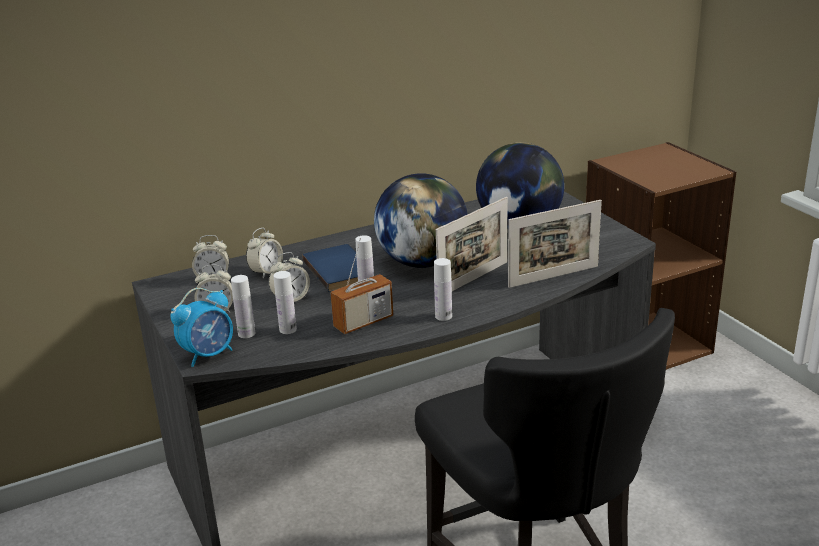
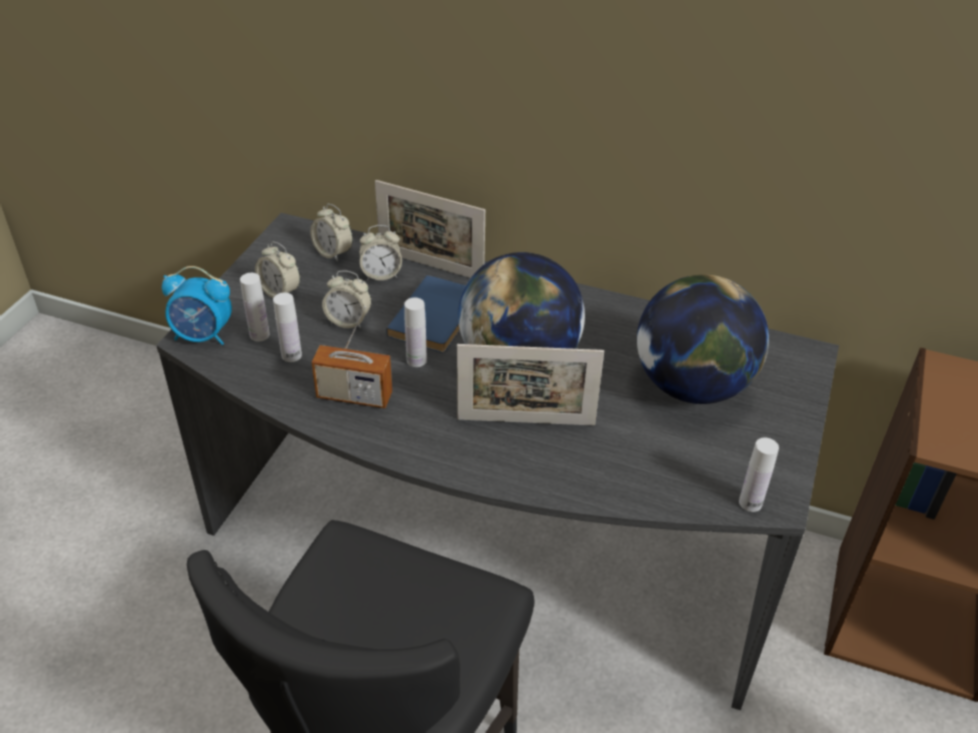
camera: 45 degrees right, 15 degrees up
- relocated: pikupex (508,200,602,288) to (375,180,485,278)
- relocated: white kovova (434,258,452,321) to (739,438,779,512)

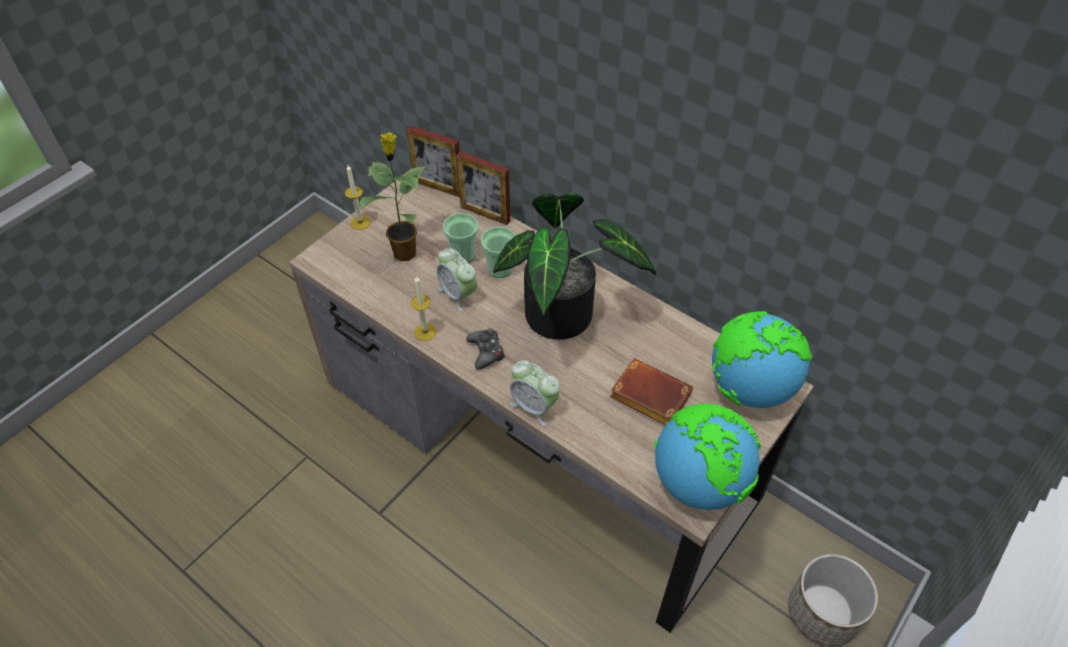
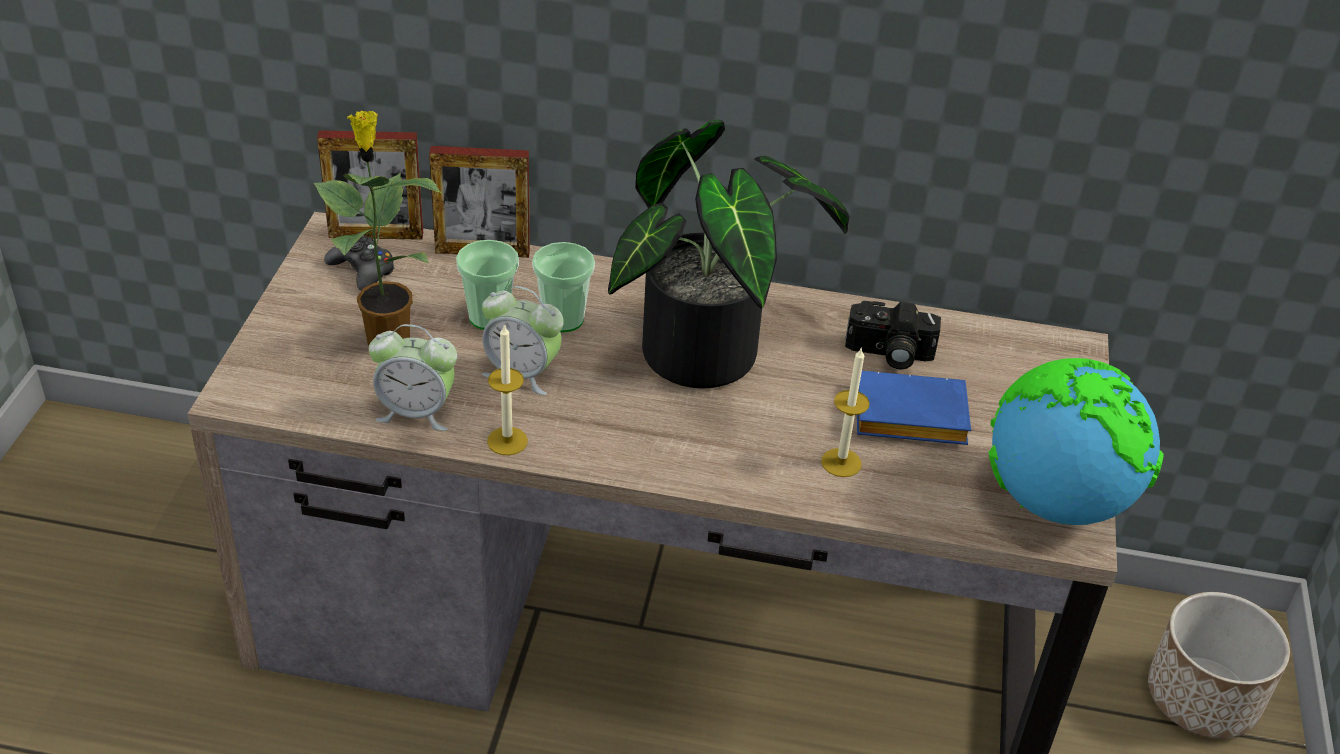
camera: 30 degrees left, 10 degrees down
- relocated: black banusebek (466,328,505,370) to (324,232,395,291)
- relocated: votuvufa (510,360,560,426) to (369,324,457,431)
- relocated: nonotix (345,165,371,230) to (821,347,870,477)
- appeared: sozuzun (845,301,941,369)
- colour: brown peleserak (610,358,693,425) to blue peleserak (857,371,971,445)
- missing: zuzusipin (712,311,812,408)

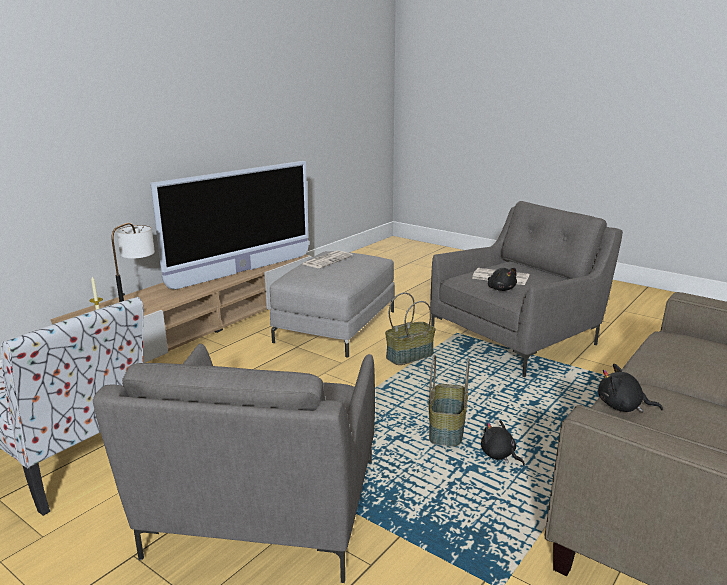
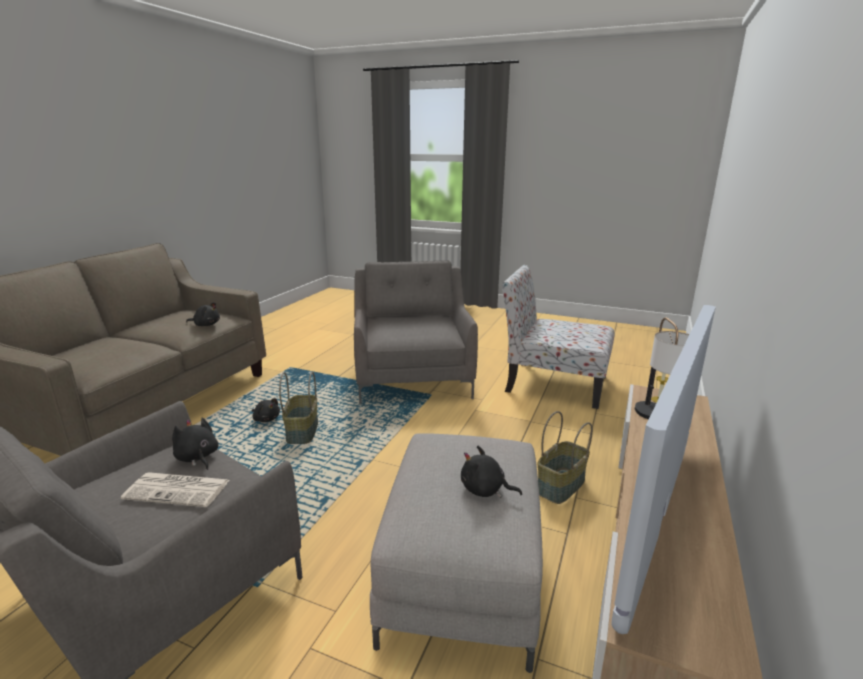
camera: 165 degrees right, 0 degrees up
- exchanged: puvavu (303,250,353,268) to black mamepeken (461,446,522,498)
- relocated: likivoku (385,293,436,365) to (538,411,593,504)

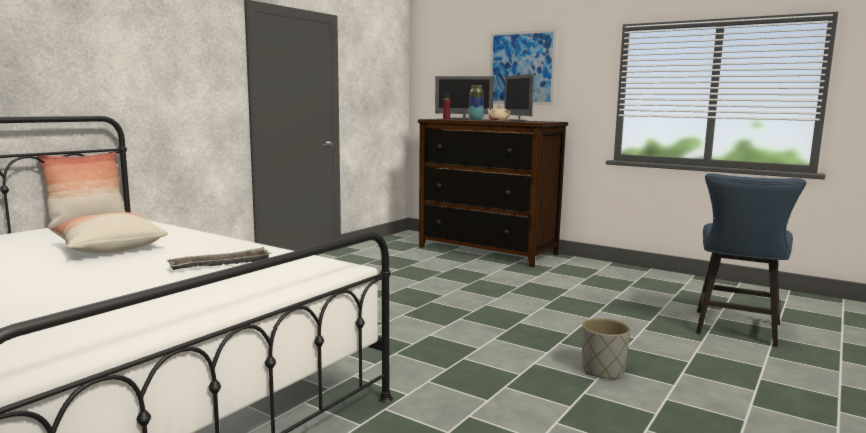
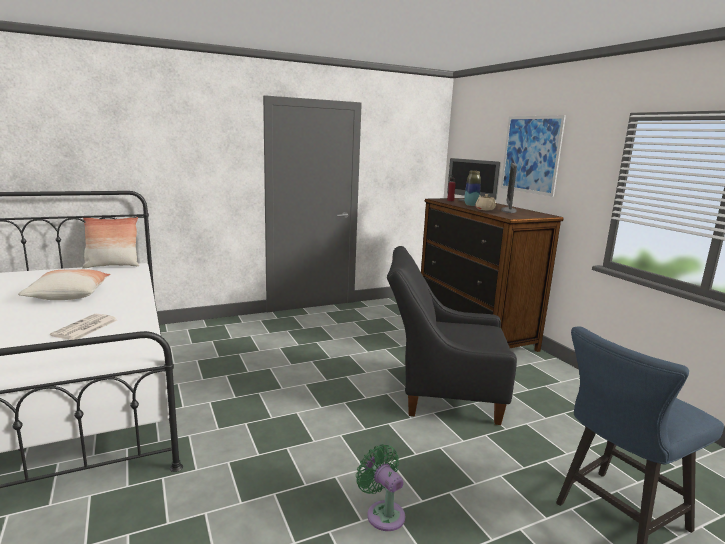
camera: 30 degrees right, 5 degrees up
- exchanged: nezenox (166,247,272,270) to puvavu (50,314,117,340)
- exchanged: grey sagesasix (582,318,631,380) to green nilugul (356,444,405,531)
- appeared: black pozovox (387,246,517,425)

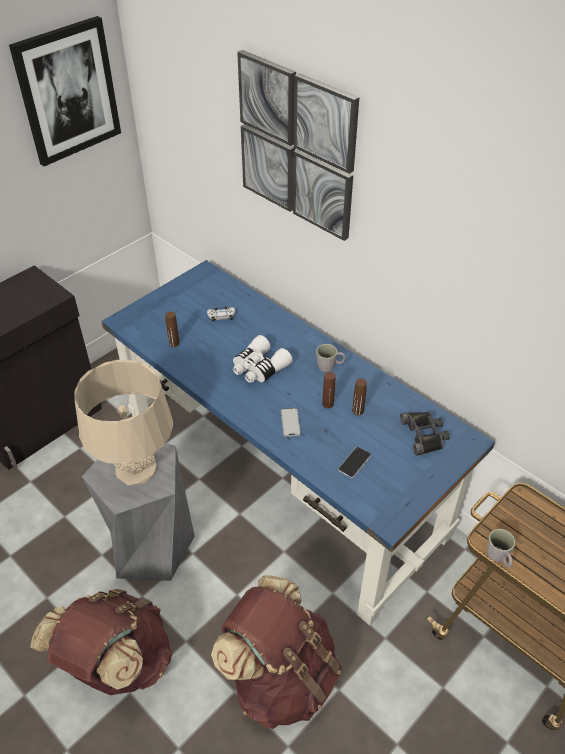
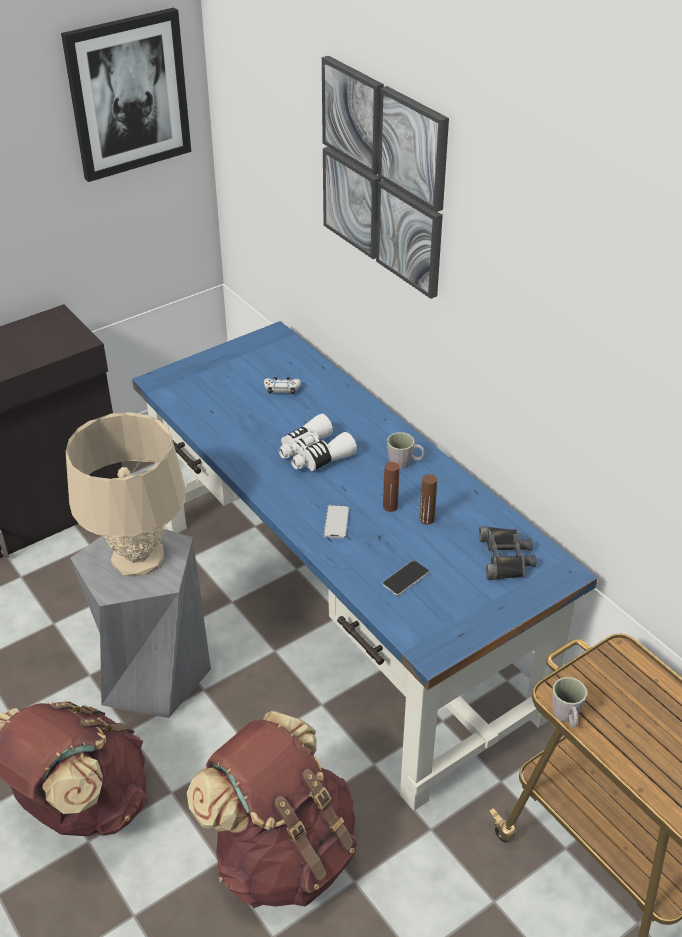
camera: 10 degrees right, 5 degrees down
- missing: brown kovova (165,312,180,347)

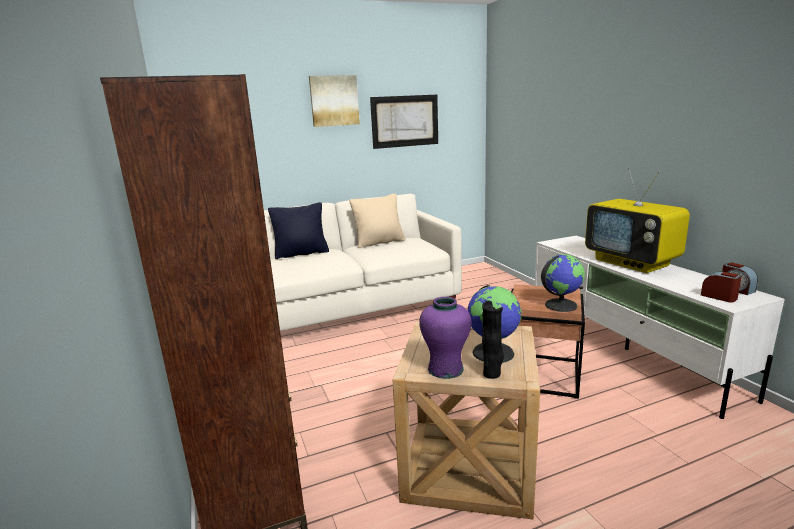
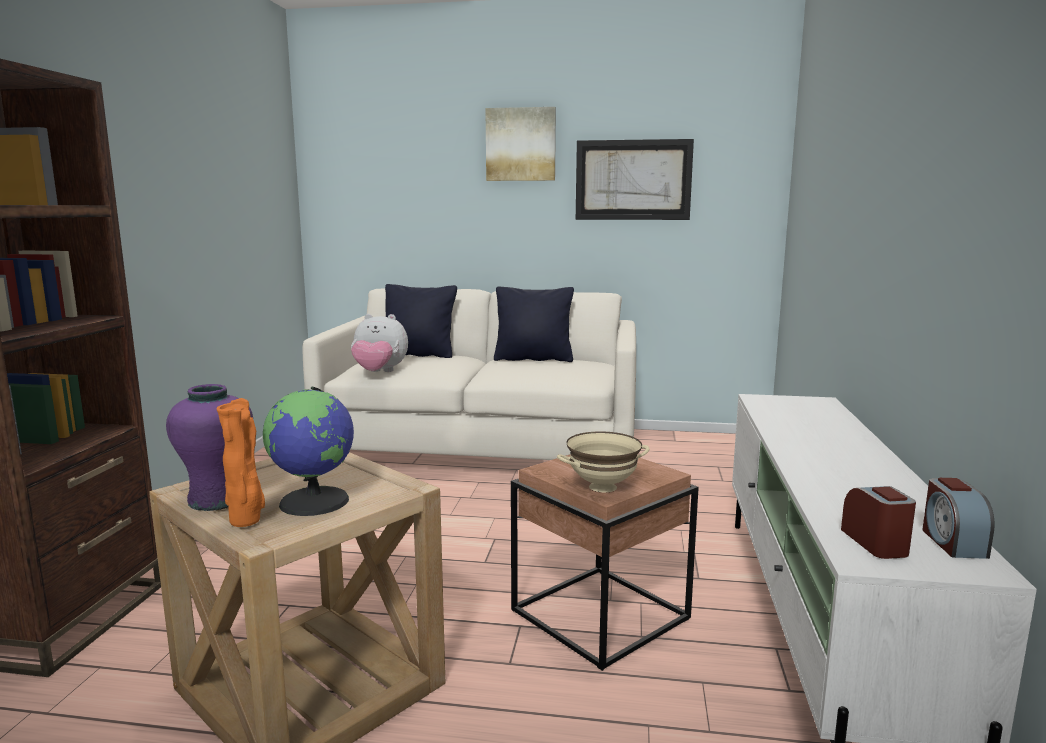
camera: 30 degrees right, 5 degrees down
- colour: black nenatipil (482,301,504,379) to orange nenatipil (217,398,265,527)
- appeared: mamepeken (351,314,408,372)
- colour: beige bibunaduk (350,193,405,248) to black bibunaduk (494,286,574,362)
- exchanged: zuzusipin (541,254,585,312) to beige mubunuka (557,431,649,493)
- missing: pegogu (585,168,690,273)

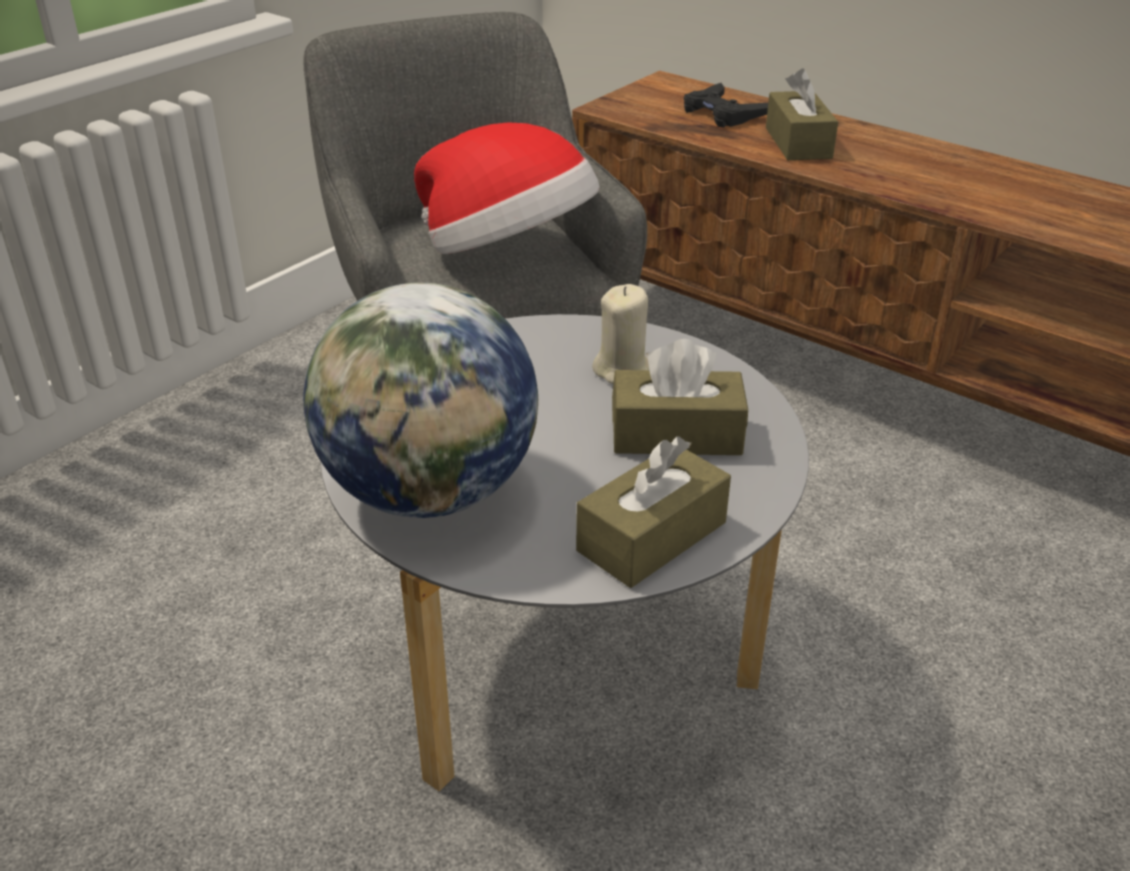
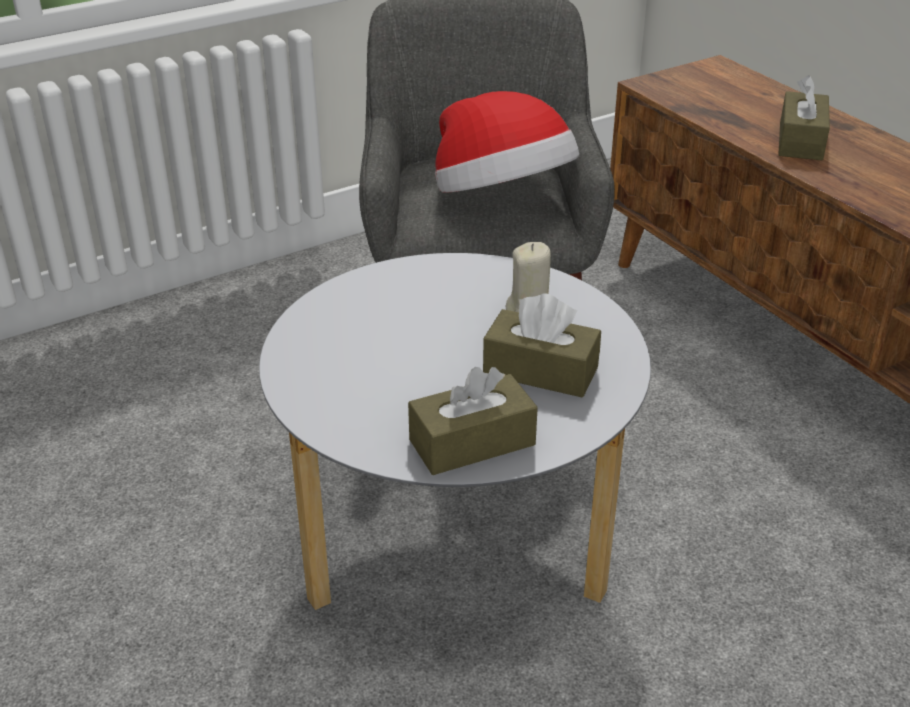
camera: 20 degrees right, 0 degrees up
- missing: zuzusipin (303,283,538,518)
- missing: black banusebek (684,83,768,128)

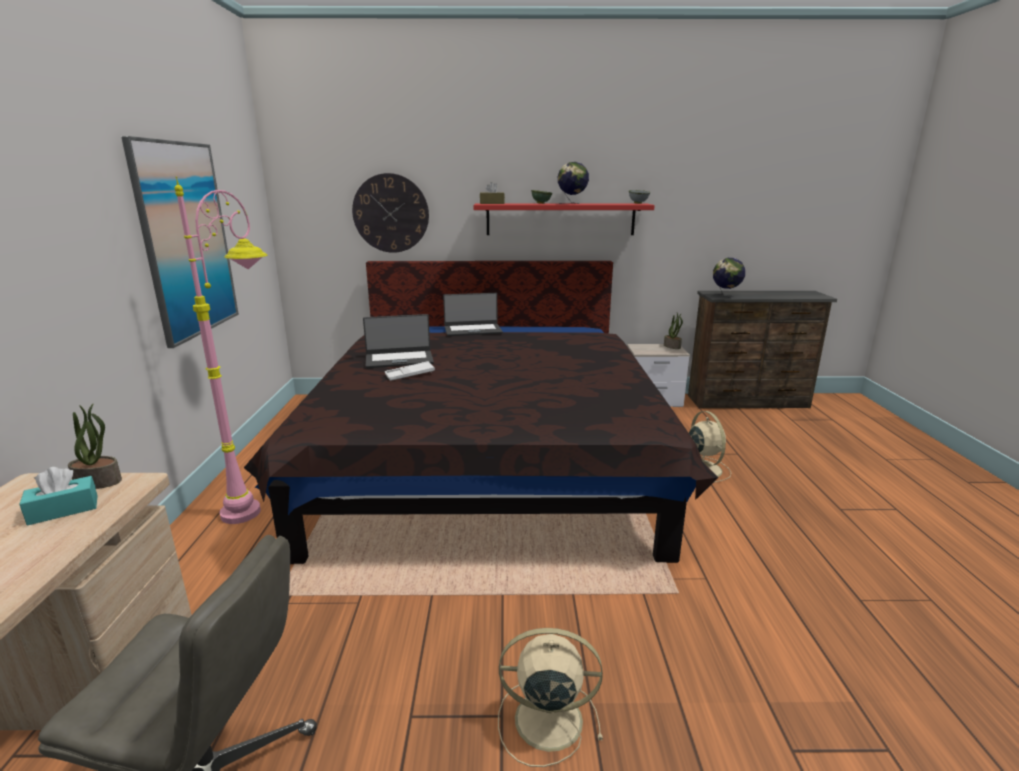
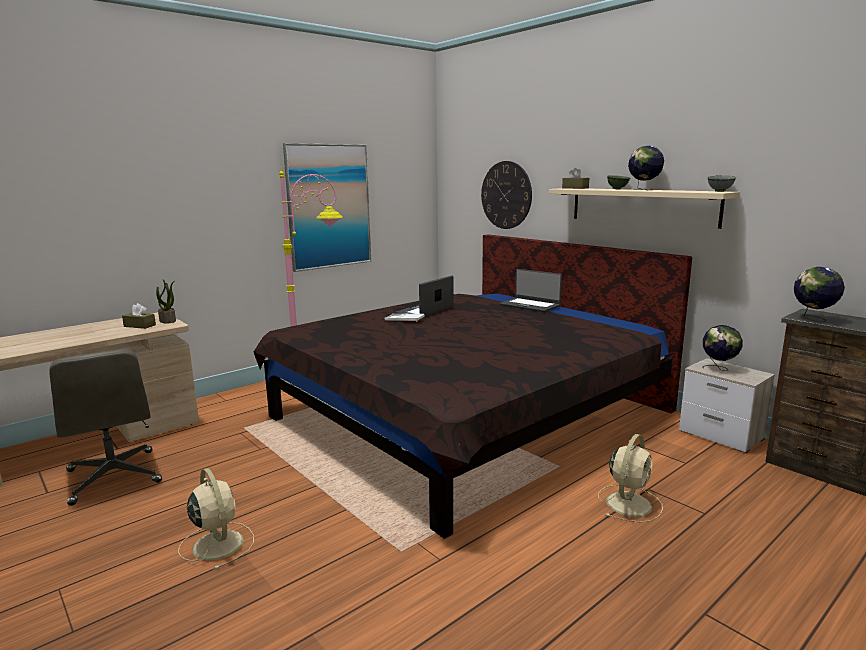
camera: 50 degrees right, 5 degrees down
- colour: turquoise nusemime (19,467,98,525) to brown nusemime (122,303,156,329)
- spun: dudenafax (363,314,434,368) = (395,275,454,316) 90 degrees clockwise
- colour: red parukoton (473,204,655,235) to beige parukoton (549,188,740,229)
- appeared: zuzusipin (703,325,743,371)
- missing: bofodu (664,313,683,349)

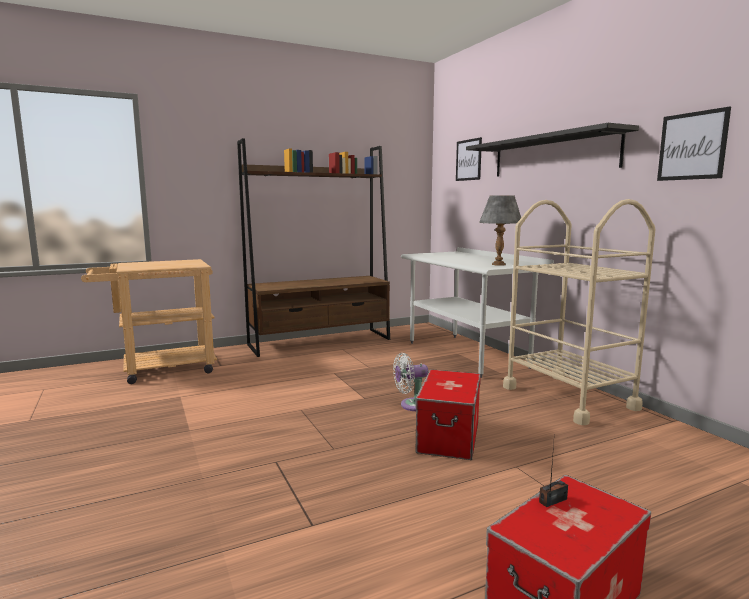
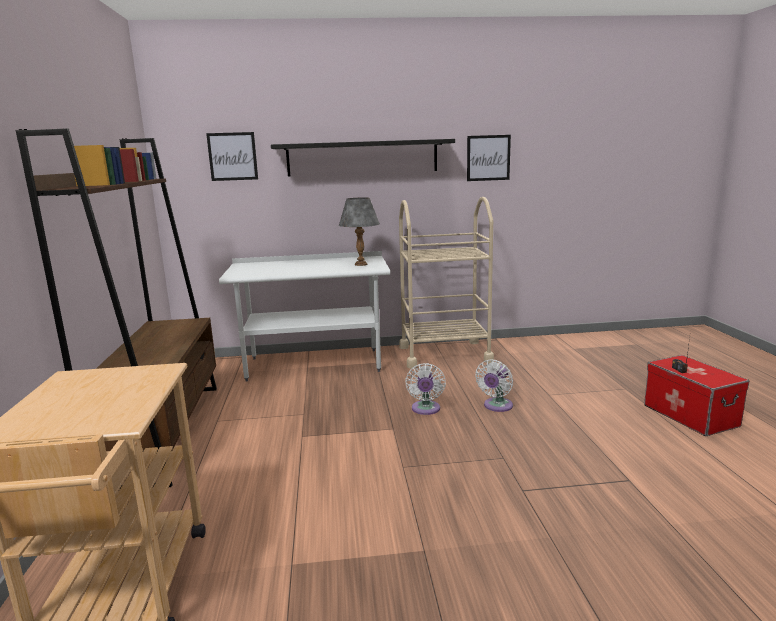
camera: 70 degrees left, 5 degrees up
- exchanged: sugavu (415,369,481,460) to white nilugul (475,360,513,412)

